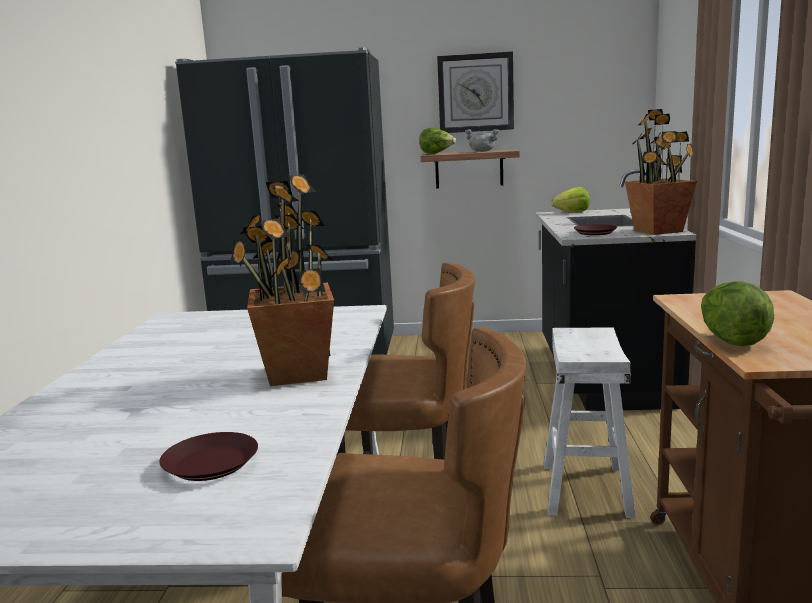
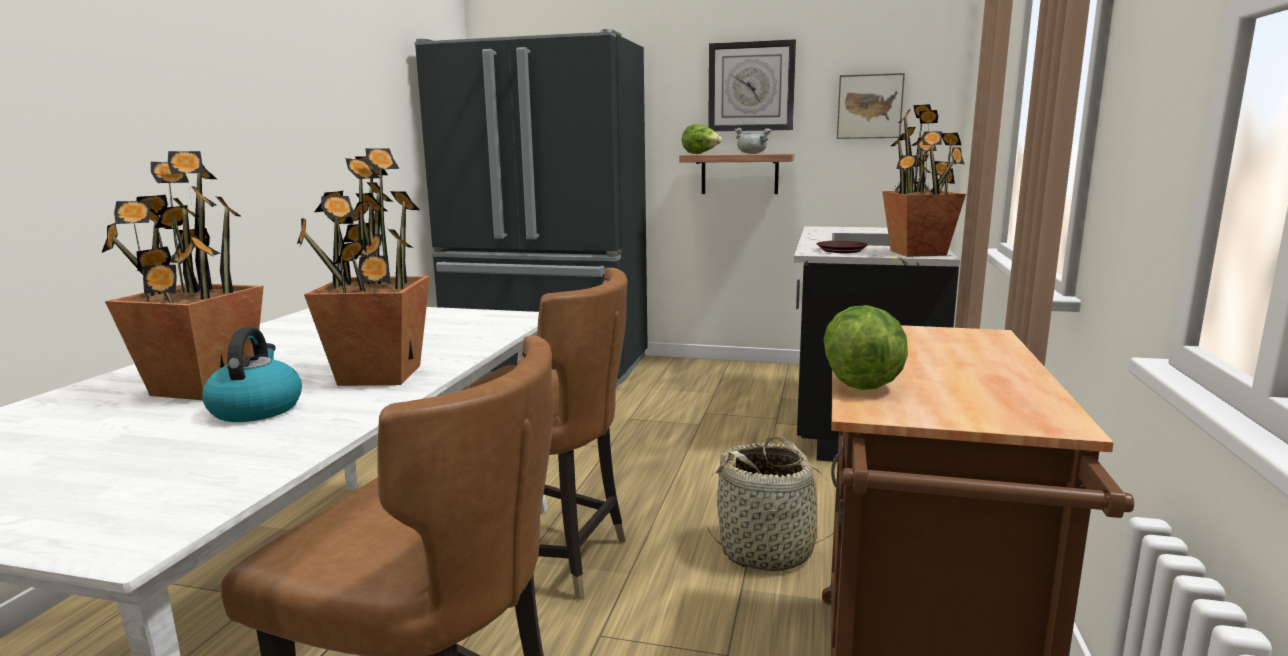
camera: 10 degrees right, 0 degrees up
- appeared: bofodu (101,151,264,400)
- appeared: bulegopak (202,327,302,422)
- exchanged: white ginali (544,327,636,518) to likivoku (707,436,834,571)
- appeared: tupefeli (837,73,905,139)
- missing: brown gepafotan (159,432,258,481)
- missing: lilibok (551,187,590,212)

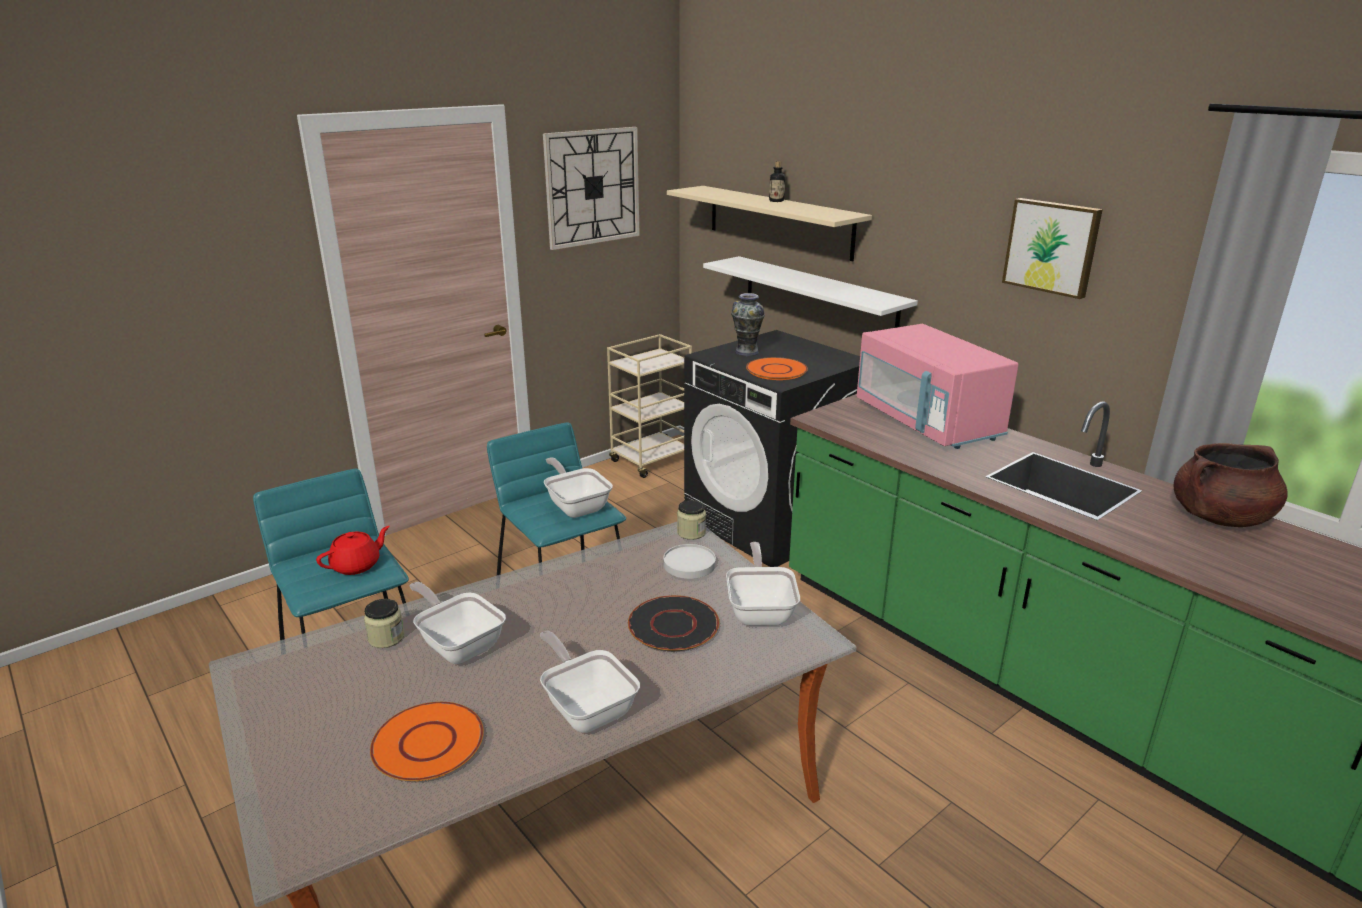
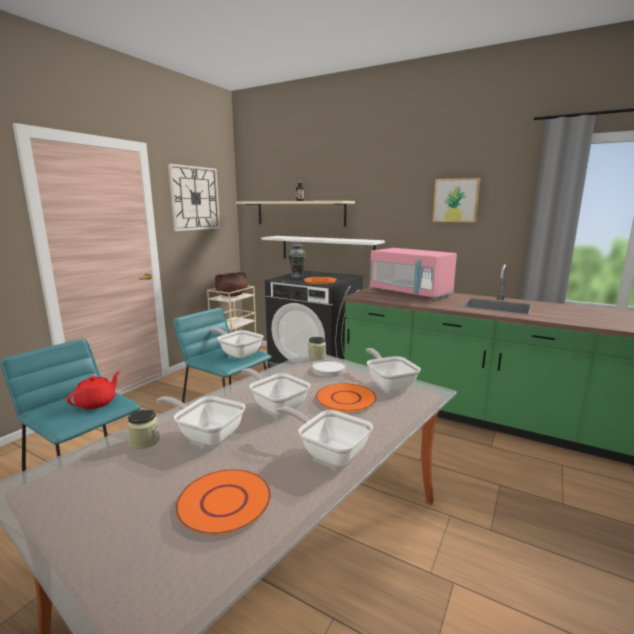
camera: 20 degrees left, 10 degrees down
- relocated: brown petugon (1173,443,1288,527) to (215,272,248,296)
- appeared: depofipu (242,368,310,415)
- colour: black gepafotan (628,595,719,651) to orange gepafotan (316,383,377,412)

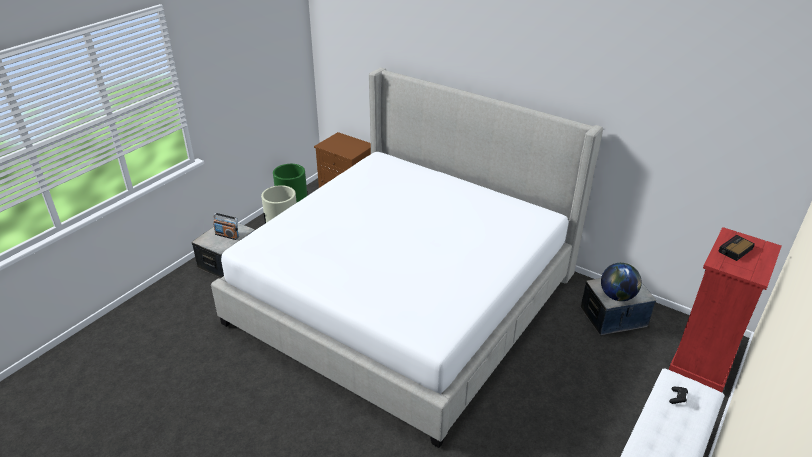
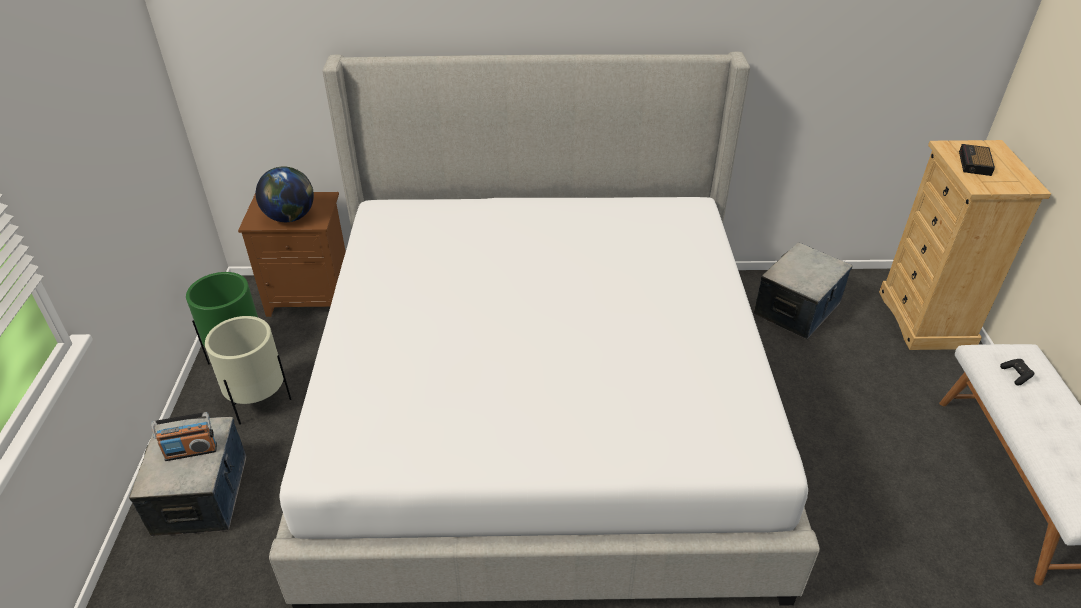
camera: 35 degrees left, 5 degrees up
- relocated: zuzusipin (601,263,642,301) to (256,167,314,222)
- colour: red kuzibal (669,227,782,392) to beige kuzibal (879,140,1051,350)

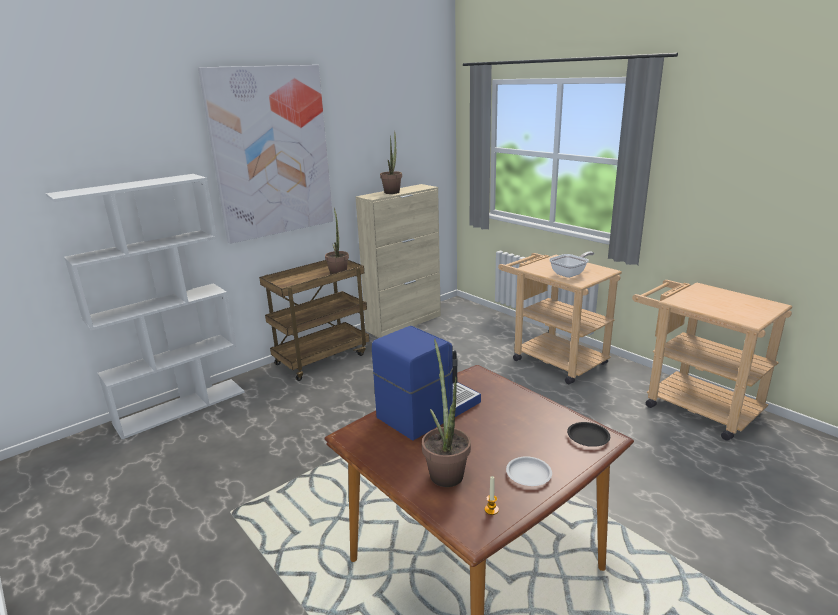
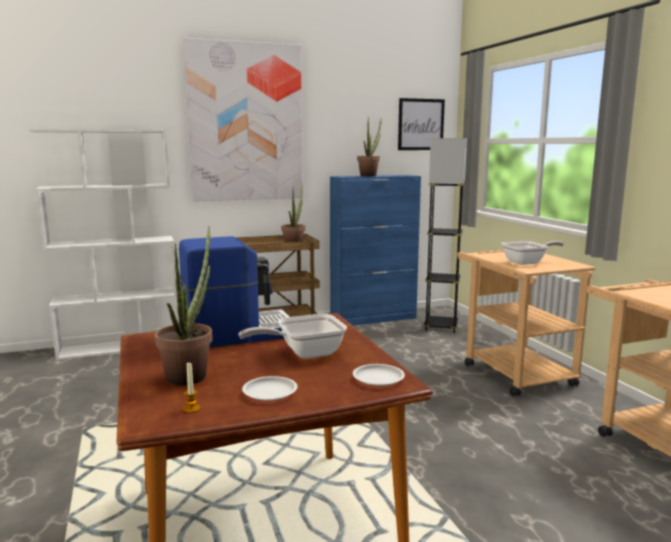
camera: 20 degrees right, 10 degrees down
- appeared: depofipu (238,314,347,359)
- colour: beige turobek (355,184,441,338) to blue turobek (330,175,421,326)
- colour: black gepafotan (567,422,610,447) to white gepafotan (353,364,405,386)
- appeared: tupefeli (398,98,445,150)
- appeared: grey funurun (424,138,467,333)

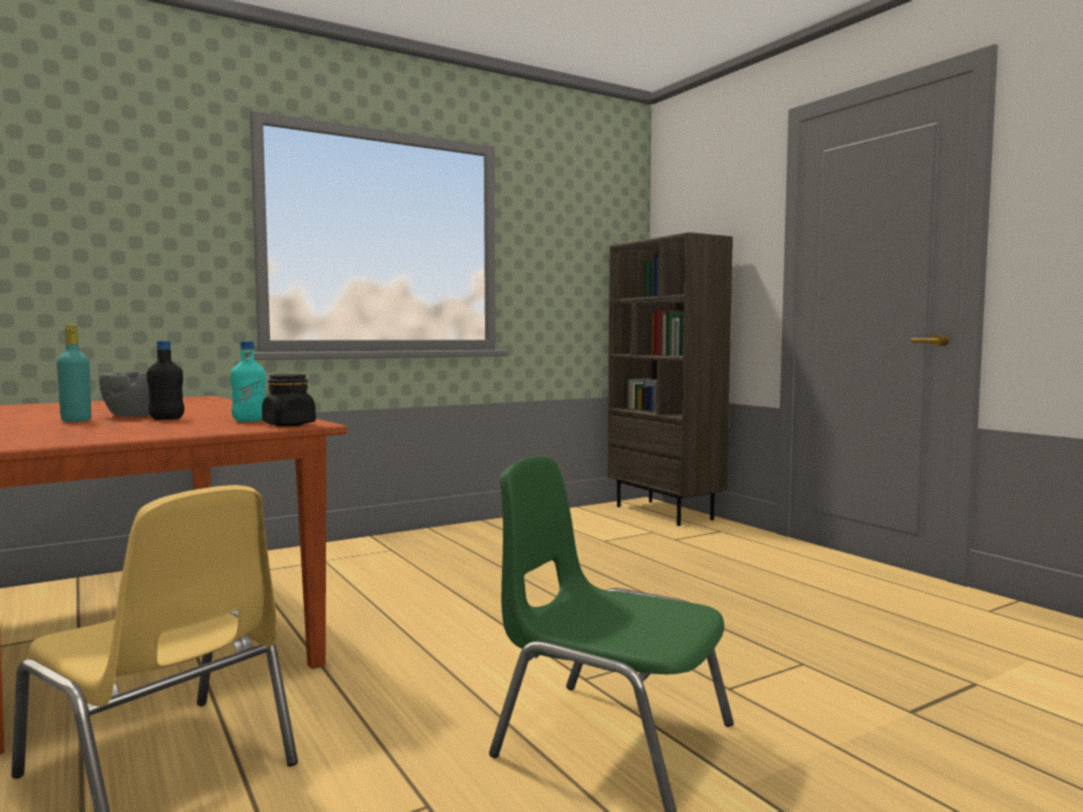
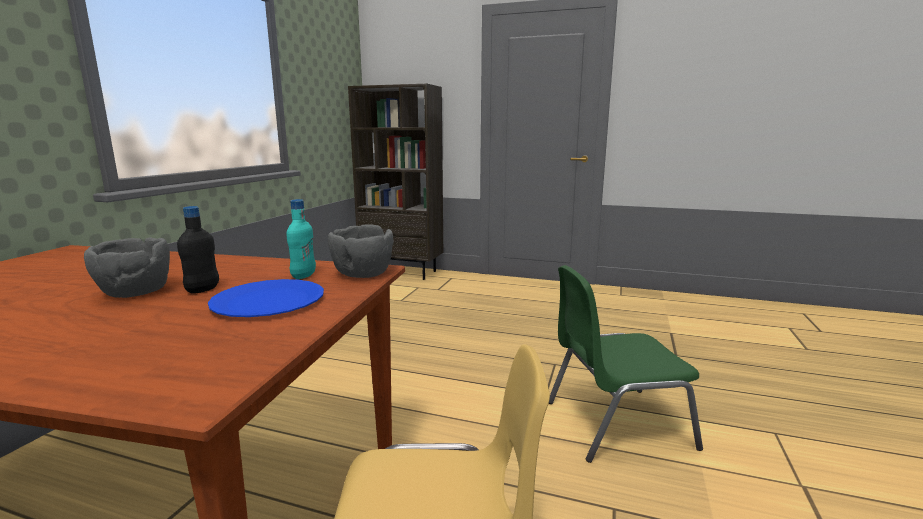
camera: 40 degrees left, 10 degrees up
- appeared: blue gepafotan (208,279,324,317)
- exchanged: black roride (262,374,316,426) to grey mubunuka (328,225,393,278)
- missing: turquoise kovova (56,325,91,422)

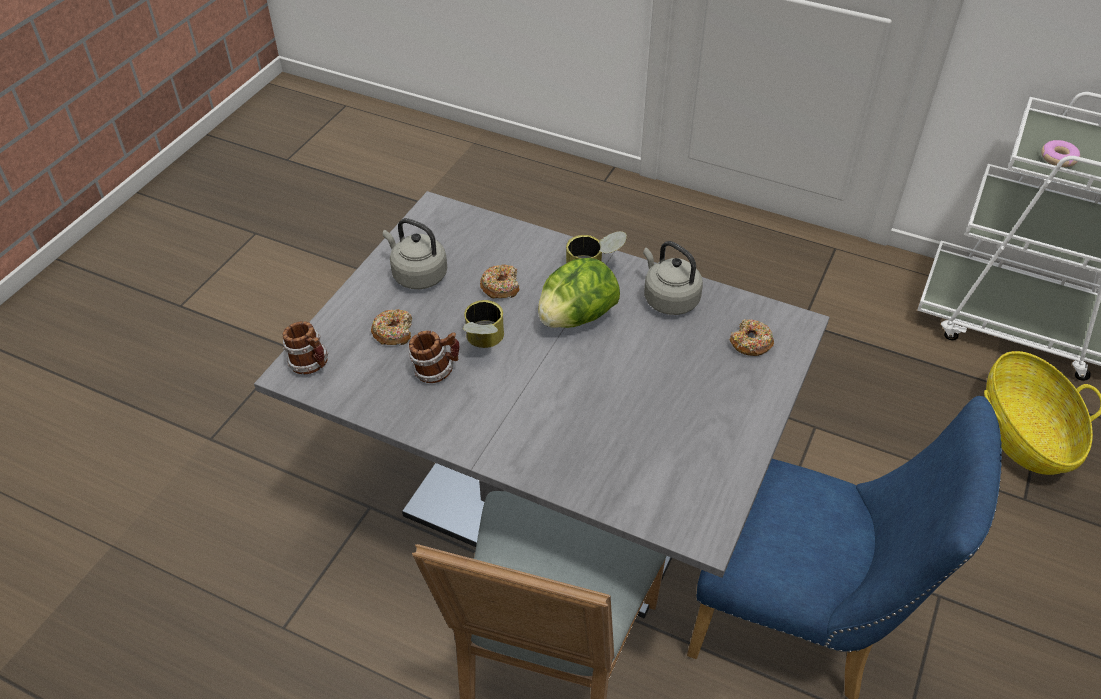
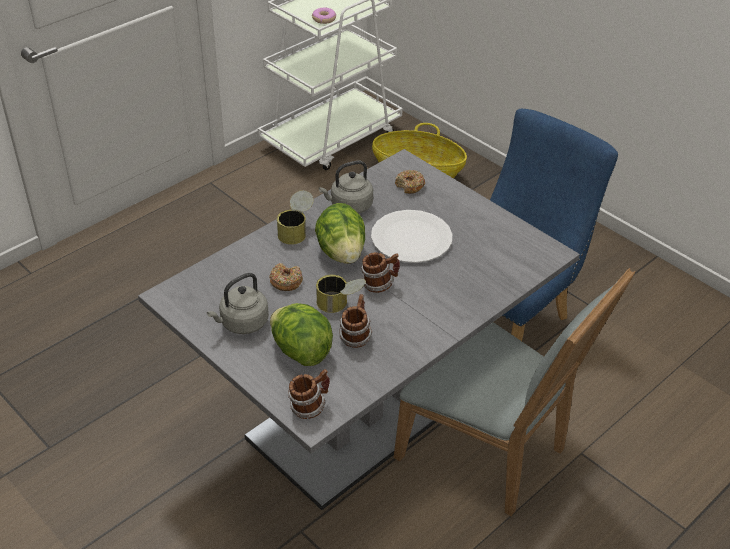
camera: 70 degrees left, 5 degrees down
- exchanged: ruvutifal (371,309,412,345) to lilibok (270,303,333,366)
- appeared: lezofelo (361,252,400,293)
- appeared: white gepafotan (371,210,452,263)

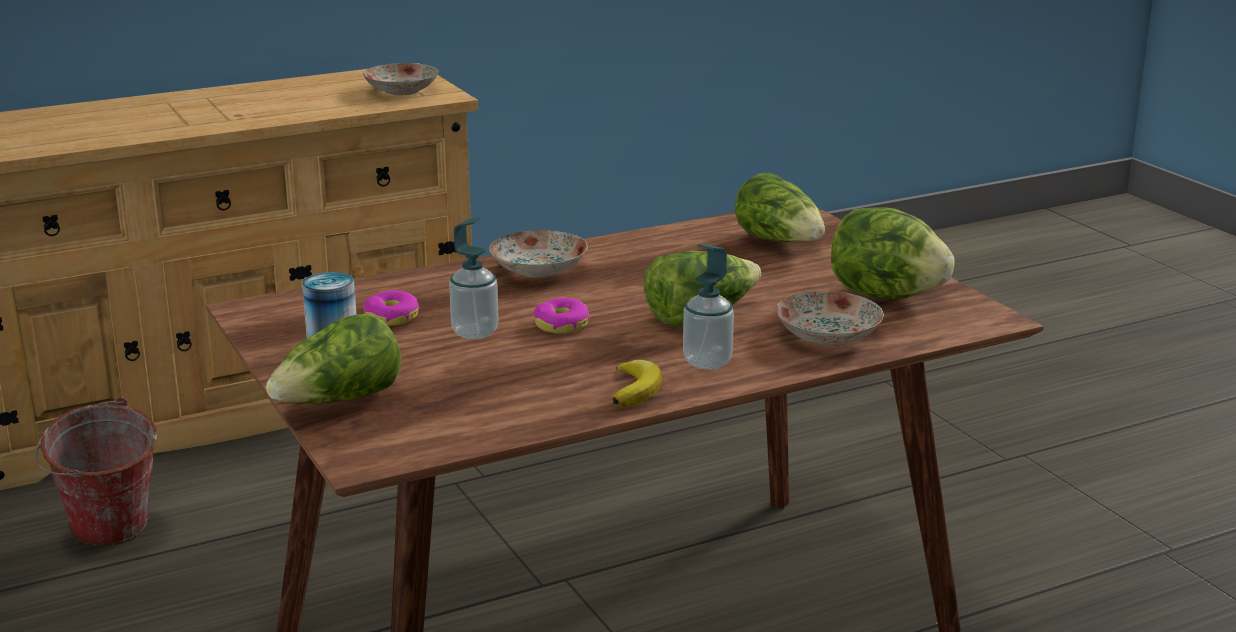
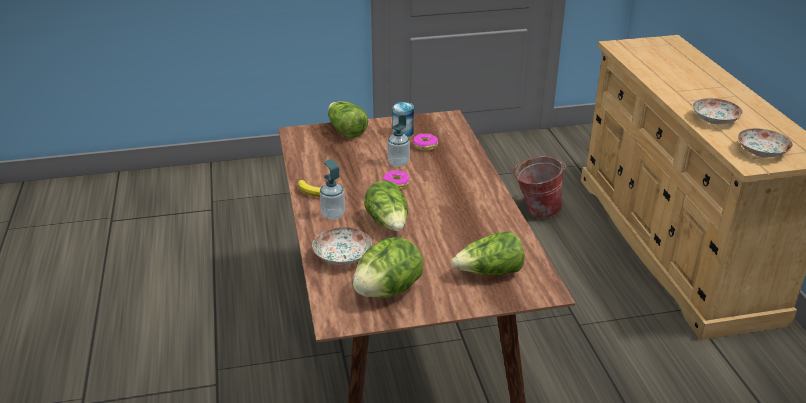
camera: 105 degrees right, 10 degrees up
- relocated: gepafotan (489,230,588,278) to (692,98,743,124)

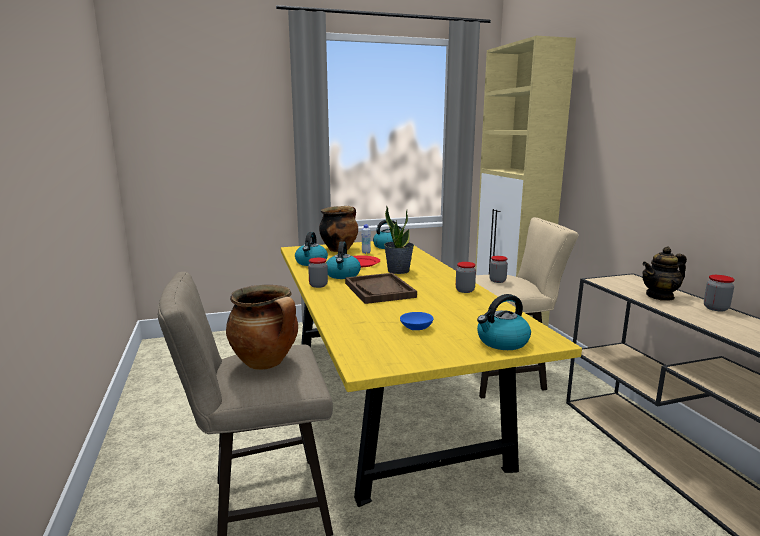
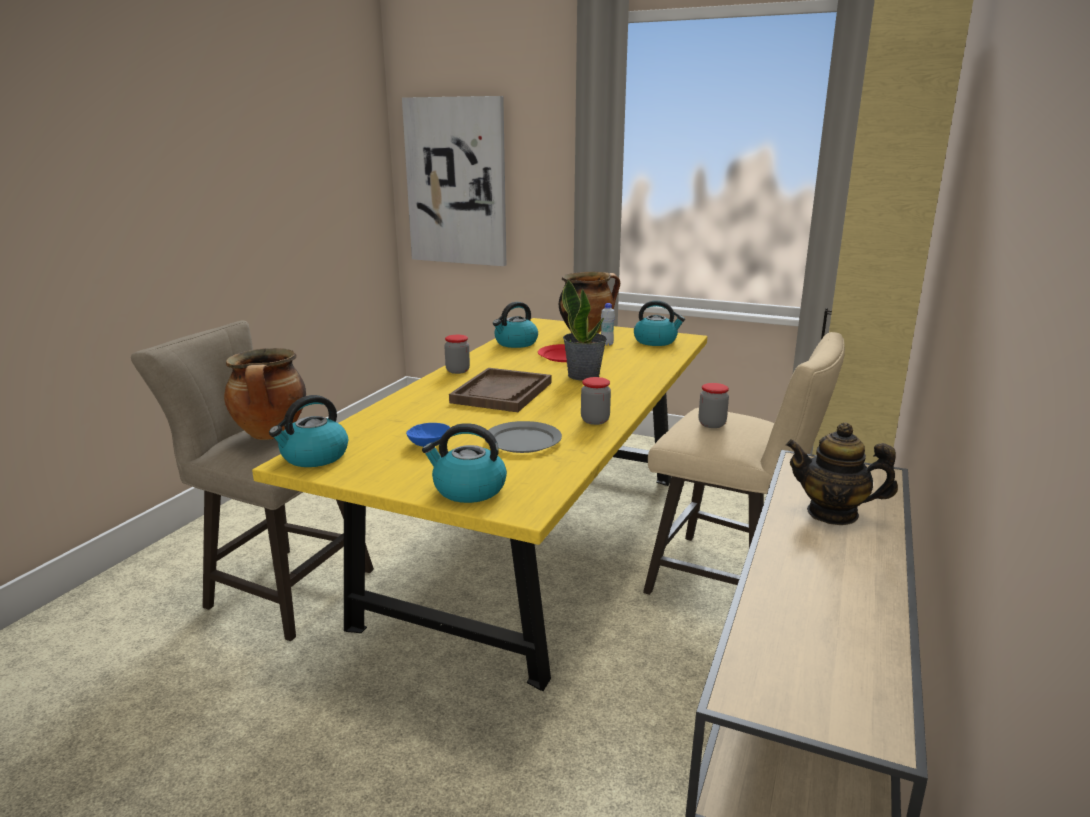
camera: 40 degrees right, 5 degrees up
- relocated: bulegopak (326,242,361,279) to (269,395,348,467)
- appeared: tupefeli (402,96,506,266)
- appeared: grey gepafotan (485,421,562,453)
- missing: roride (704,275,735,311)

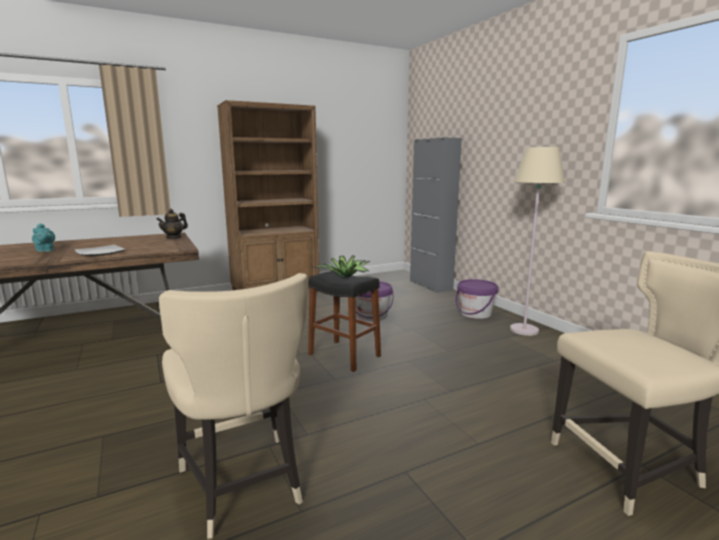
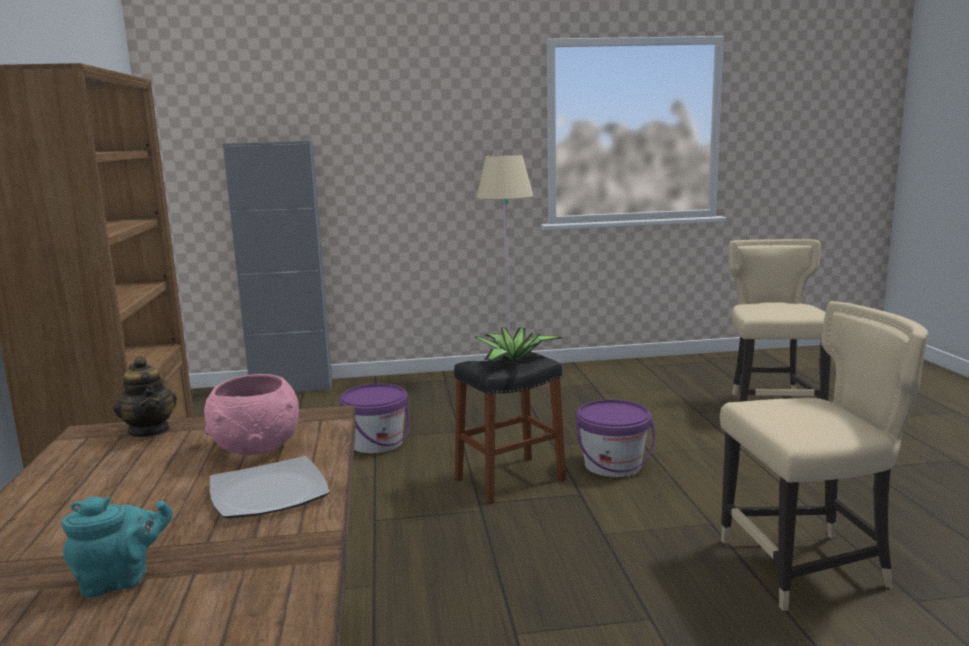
camera: 70 degrees left, 0 degrees up
- appeared: pink mubunuka (204,374,299,455)
- relocated: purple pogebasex (456,279,499,319) to (576,399,655,477)

